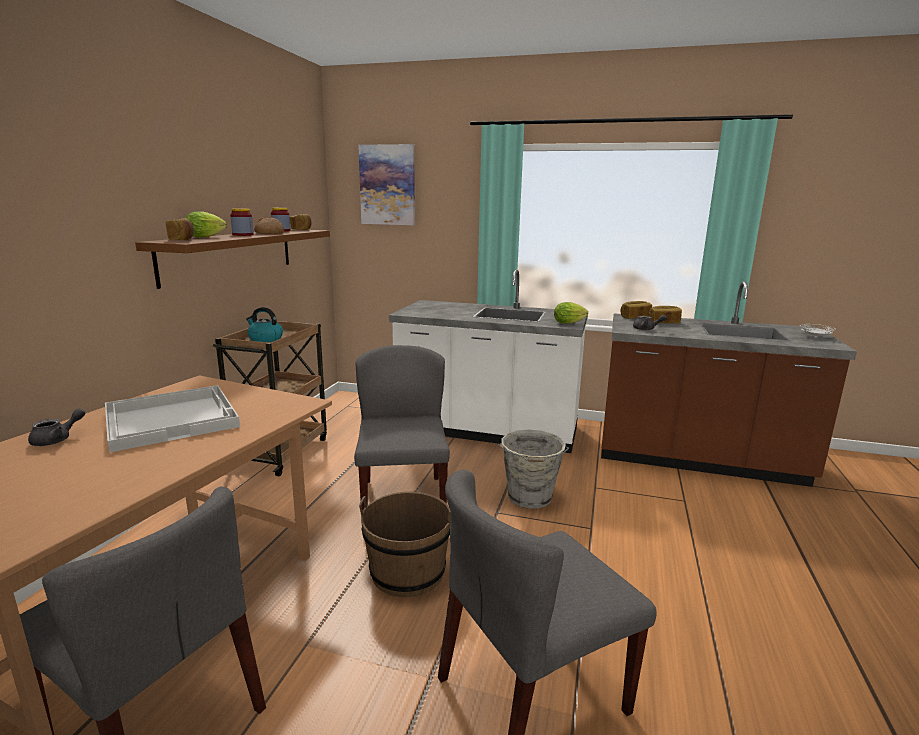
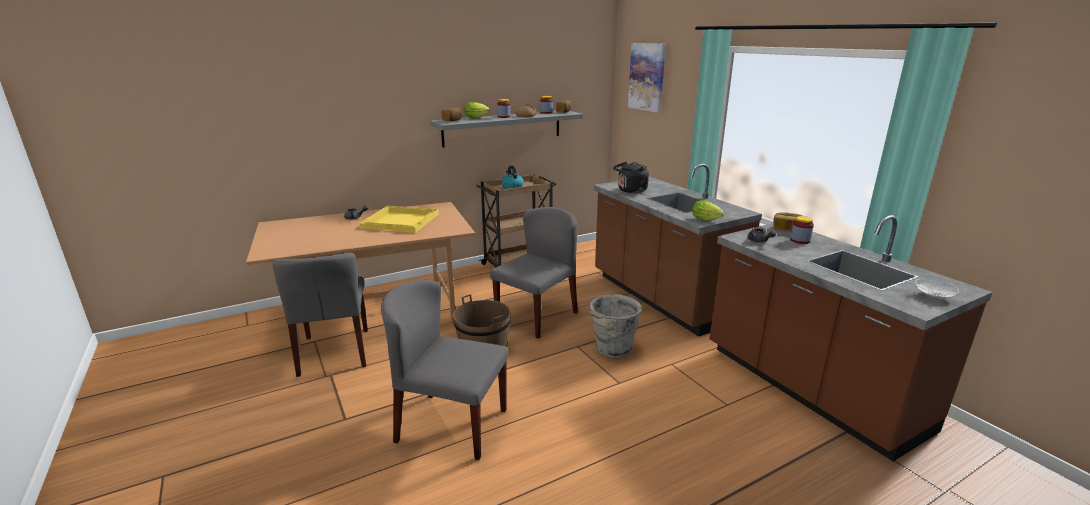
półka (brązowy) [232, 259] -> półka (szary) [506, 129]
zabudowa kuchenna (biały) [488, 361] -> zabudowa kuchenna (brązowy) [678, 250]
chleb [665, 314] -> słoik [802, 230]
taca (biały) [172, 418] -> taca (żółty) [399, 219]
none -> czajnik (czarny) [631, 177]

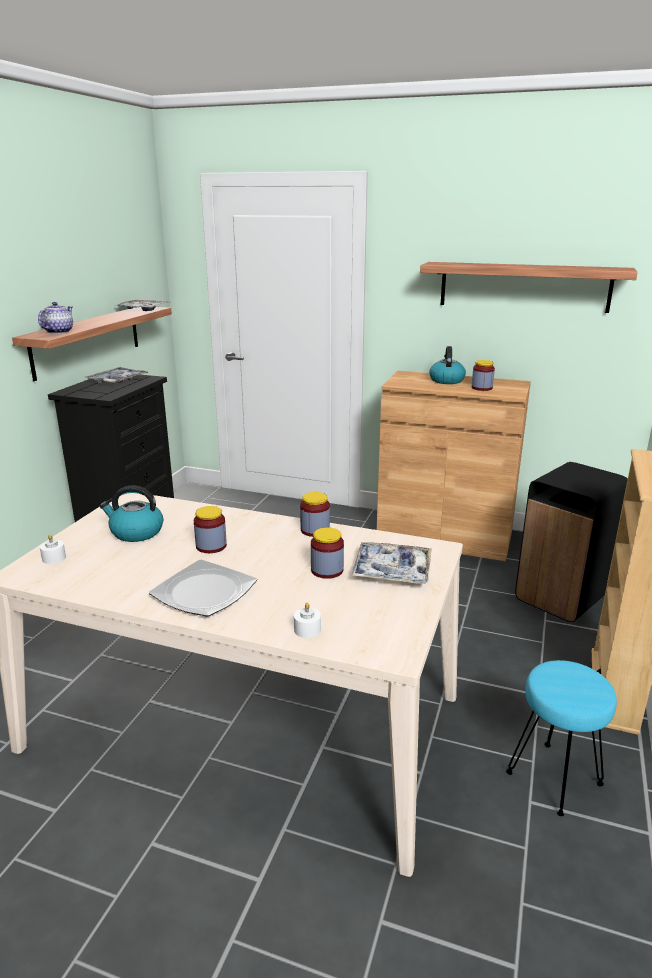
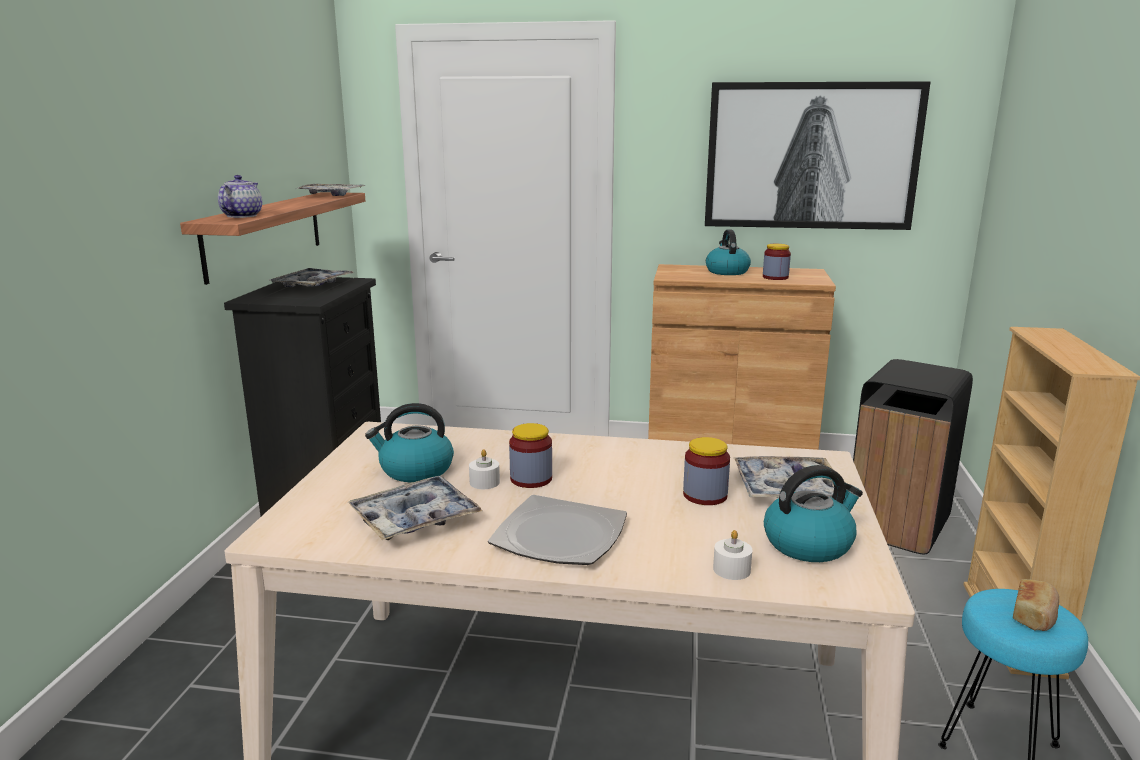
półka [529, 287] -> obraz [818, 155]
słoik [315, 514] -> none
świeca (biały) [53, 549] -> świeca (biały) [484, 469], shifted
none -> czajnik [813, 513]
none -> taca [415, 508]
none -> chleb [1036, 605]

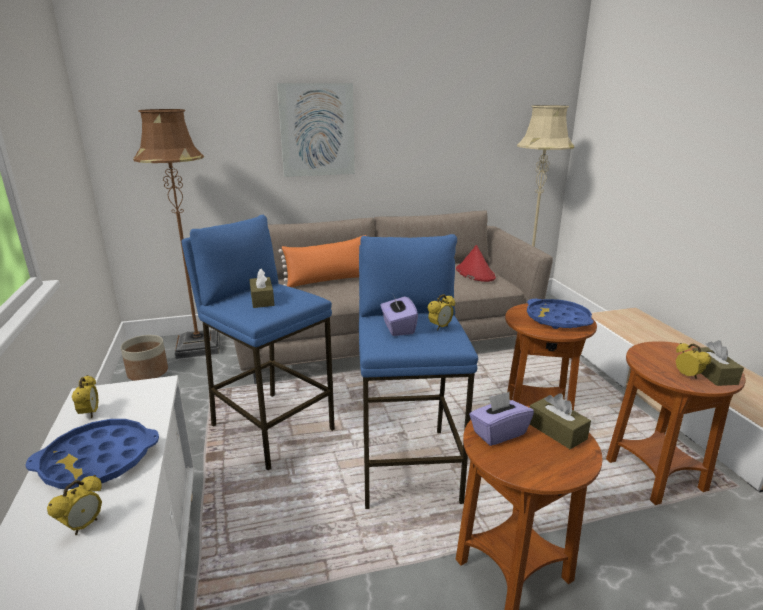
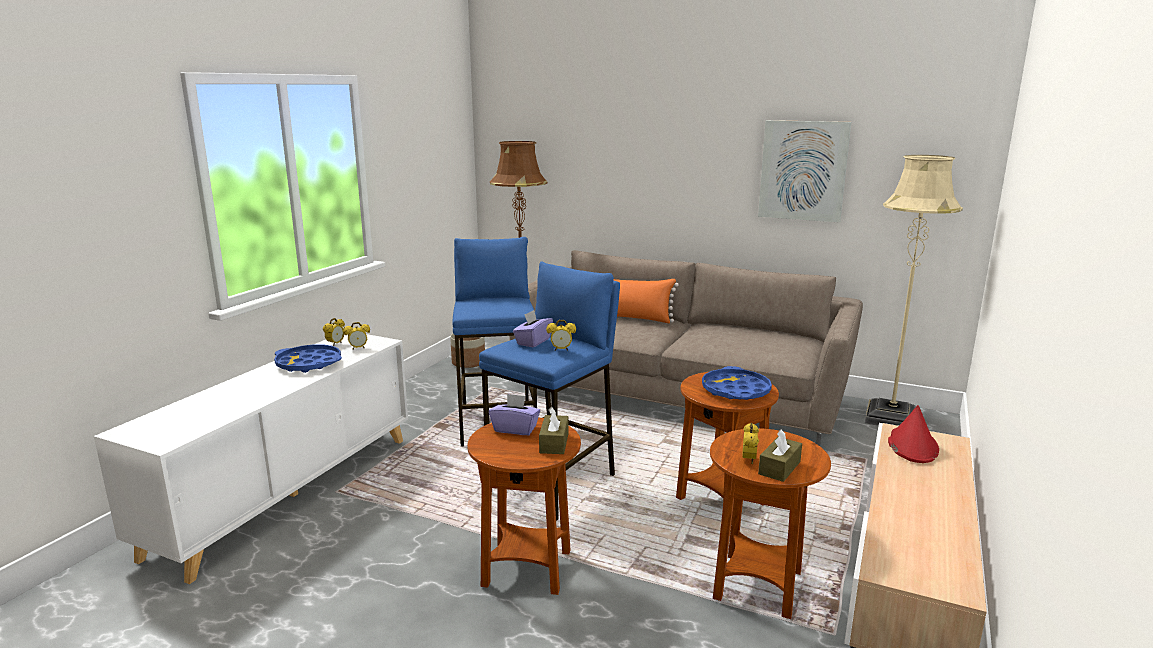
obraz [316, 130] -> obraz [804, 171], shifted
kapelusz (czerwony) [476, 263] -> kapelusz (czerwony) [913, 434], shifted
pudełko chusteczek (brązowy) [261, 288] -> none
budzik [74, 505] -> budzik [356, 336], shifted

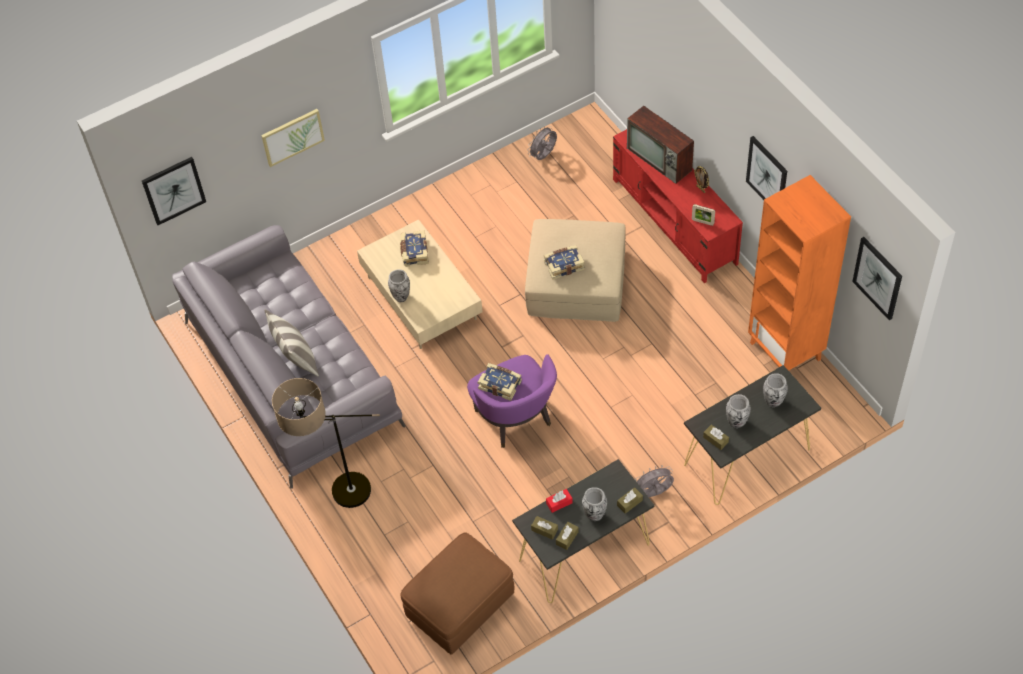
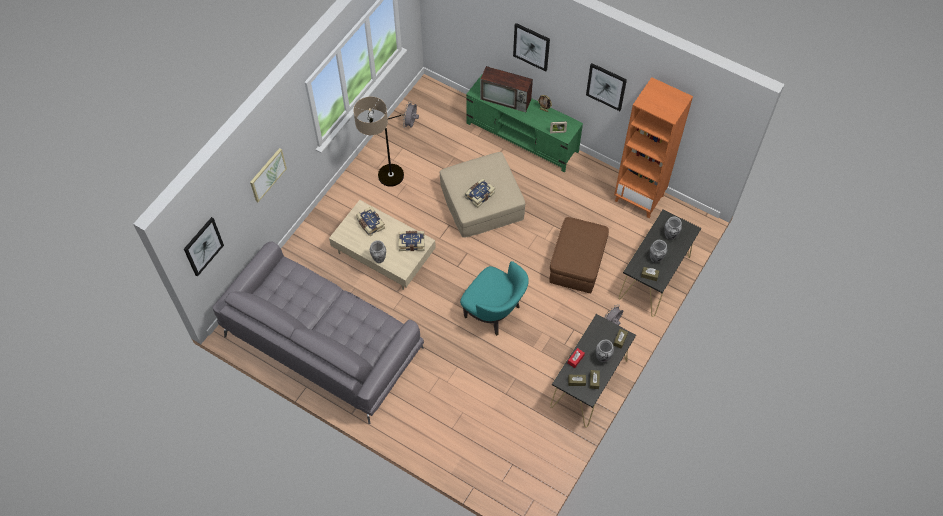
szafka pod telewizor (czerwony) [678, 206] -> szafka pod telewizor (zielony) [524, 123]
obraz [877, 278] -> obraz [531, 47], shifted
poduszka [291, 342] -> none
fotel (fioletowy) [512, 401] -> fotel (turkusowy) [494, 298]
książka [500, 382] -> książka [412, 241], shifted
lampa stojąca [326, 443] -> lampa stojąca [378, 141], shifted
pufa (brązowy) [457, 593] -> pufa (brązowy) [579, 255], shifted

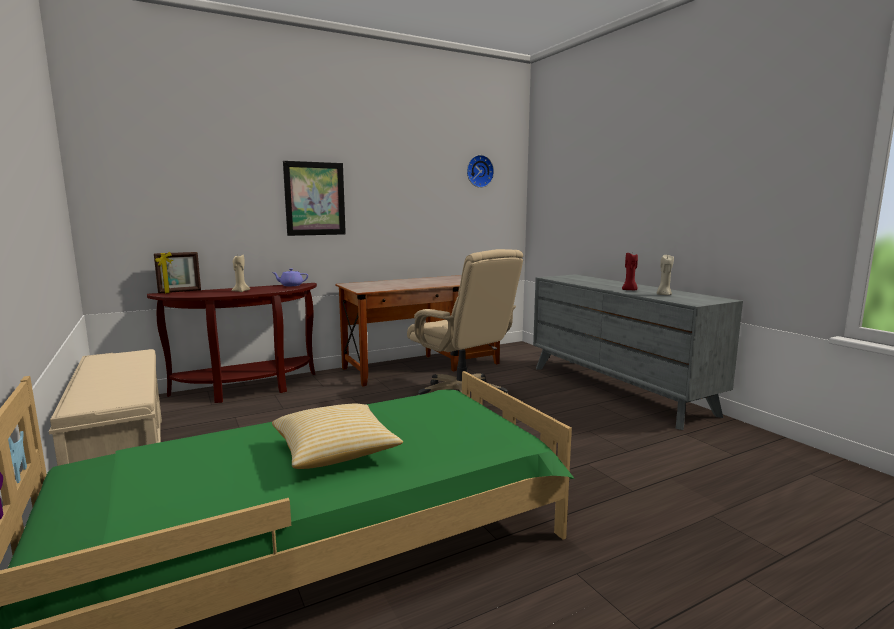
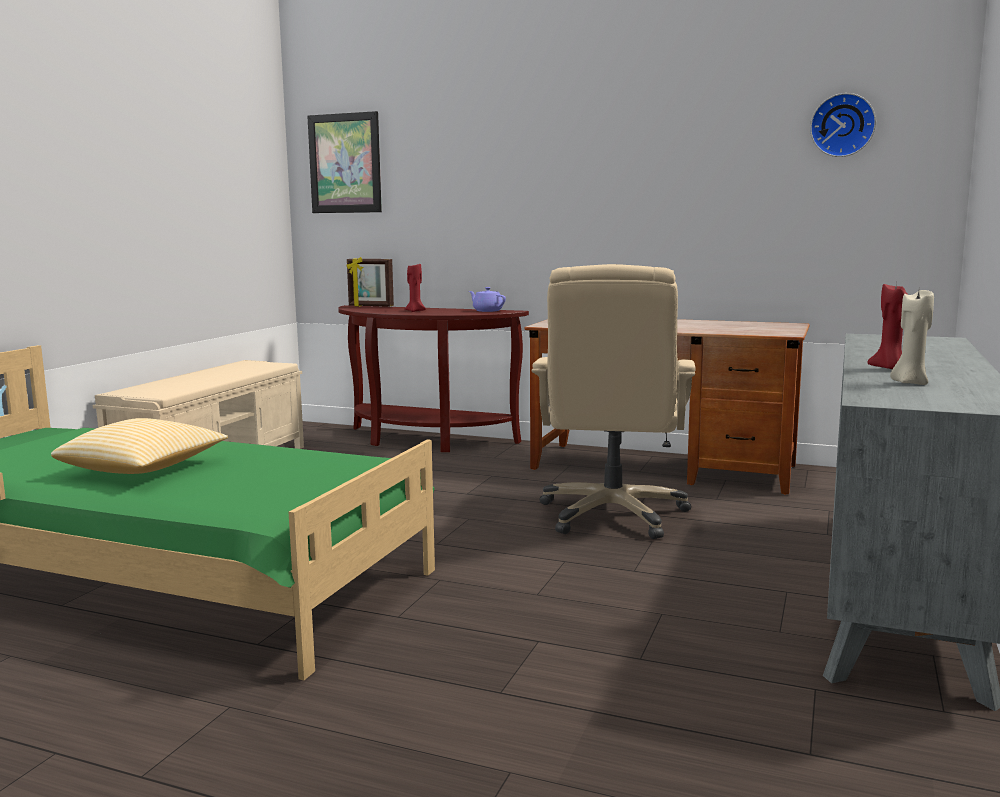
obraz [314, 198] -> obraz [344, 162], shifted
świeca (beżowy) [240, 273] -> świeca (czerwony) [415, 288]

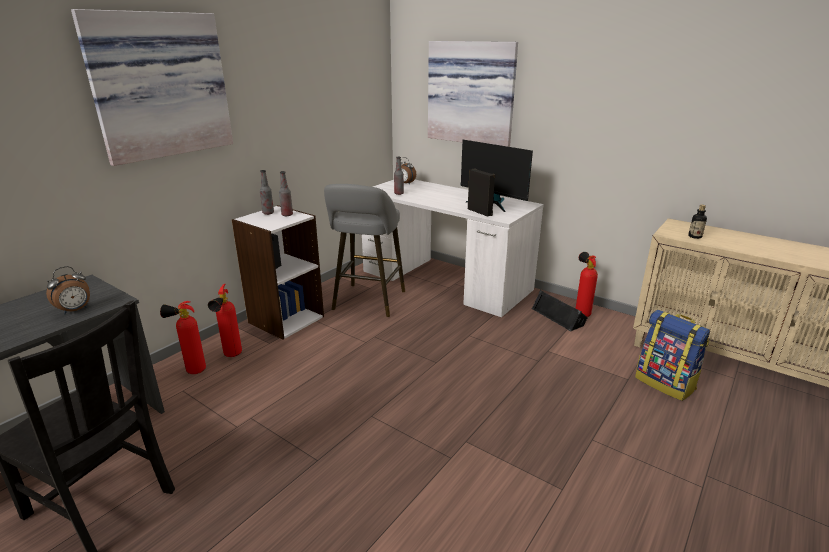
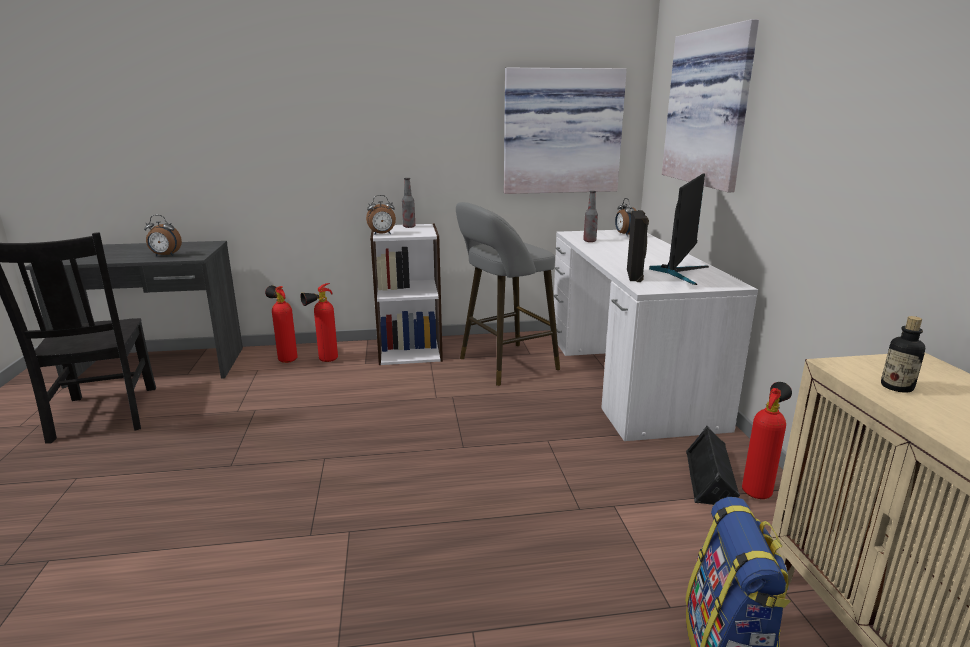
obraz [152, 87] -> obraz [565, 131], shifted
monitor [496, 176] -> monitor [679, 229], 150 degrees counterclockwise
butelka [286, 193] -> none
none -> budzik [381, 215]

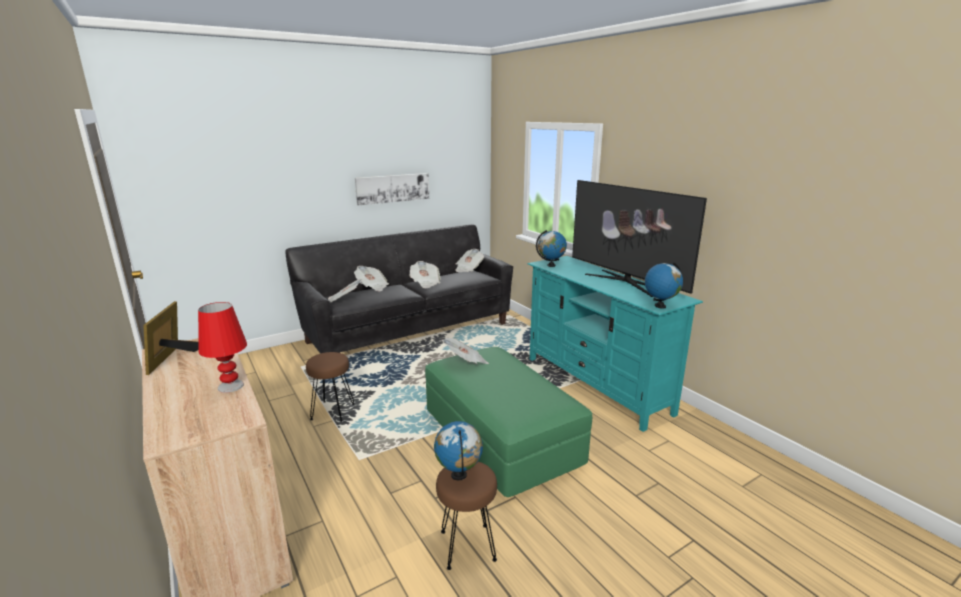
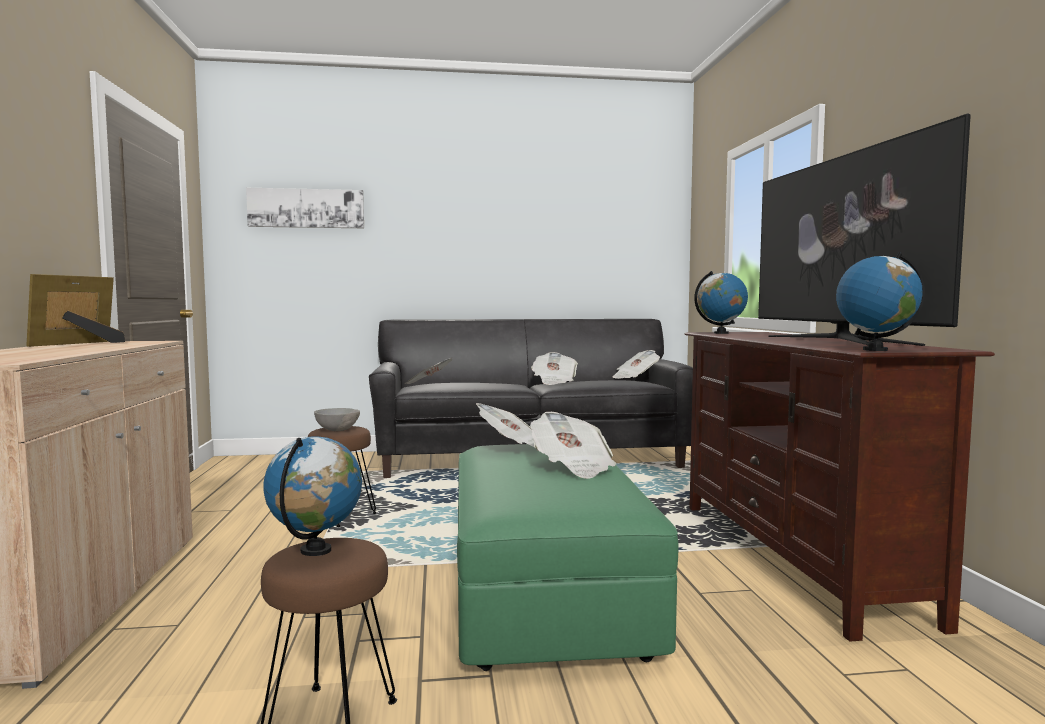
obraz [392, 189] -> obraz [305, 208], shifted
szafka pod telewizor (turkusowy) [615, 344] -> szafka pod telewizor (brązowy) [840, 487]
gazeta [371, 279] -> gazeta [573, 445], shifted
lampa stołowa (czerwony) [222, 347] -> none
none -> miska (szary) [337, 419]

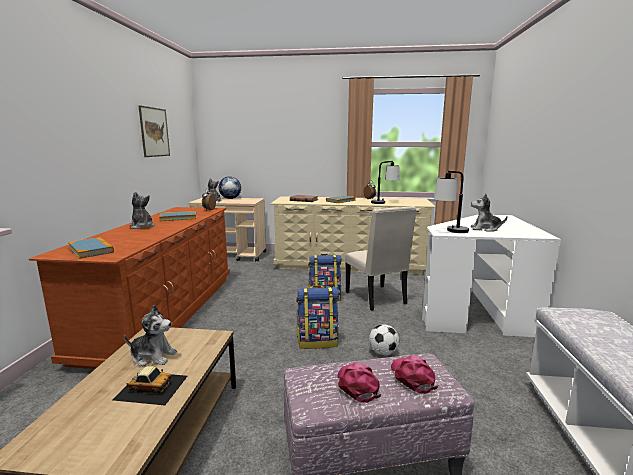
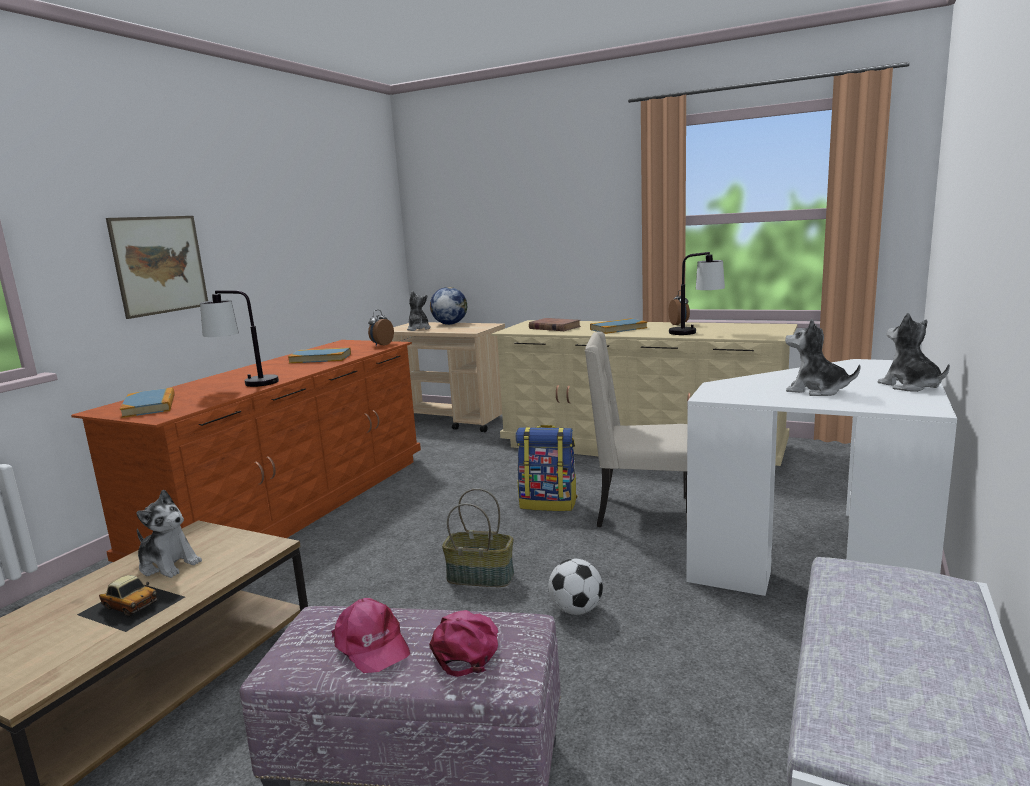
obraz [154, 131] -> obraz [157, 267], shifted
lampa stołowa [451, 202] -> lampa stołowa [239, 338], shifted
pluszak [142, 210] -> pluszak [914, 352], shifted
krzesło (beżowy) [381, 258] -> krzesło (beżowy) [636, 432], 105 degrees clockwise
plecak [317, 317] -> koszyk [478, 537]
czapka z daszkiem (różowy) [359, 382] -> czapka z daszkiem (różowy) [370, 635], 135 degrees clockwise

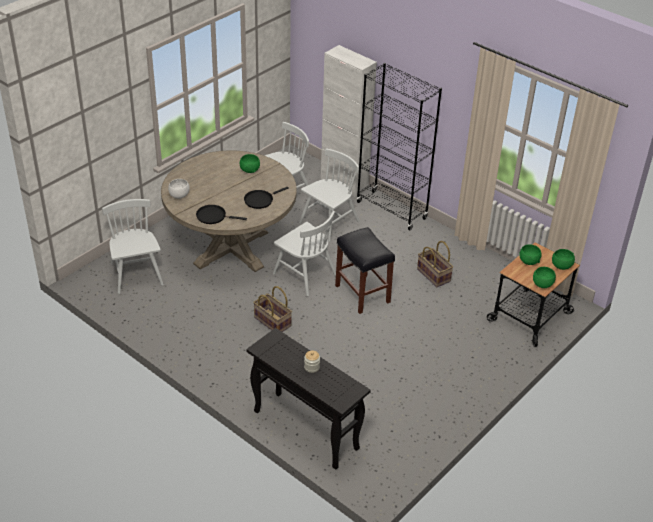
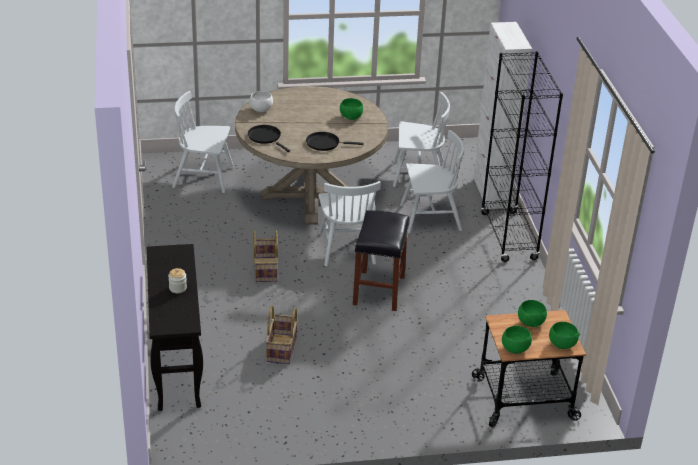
krzesło (biały) [133, 246] -> krzesło (biały) [203, 142], 105 degrees counterclockwise
koszyk [435, 264] -> koszyk [281, 334], shifted

